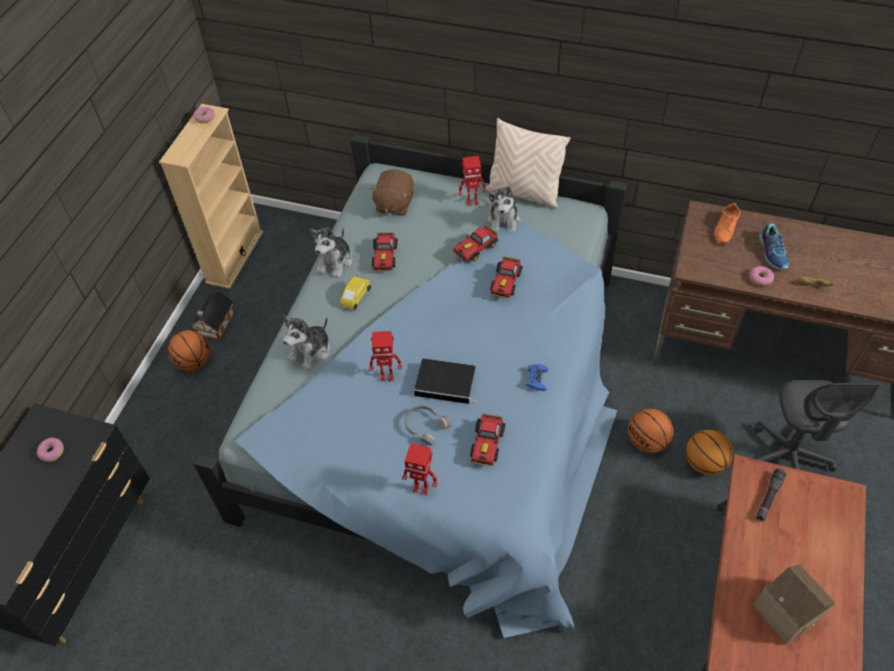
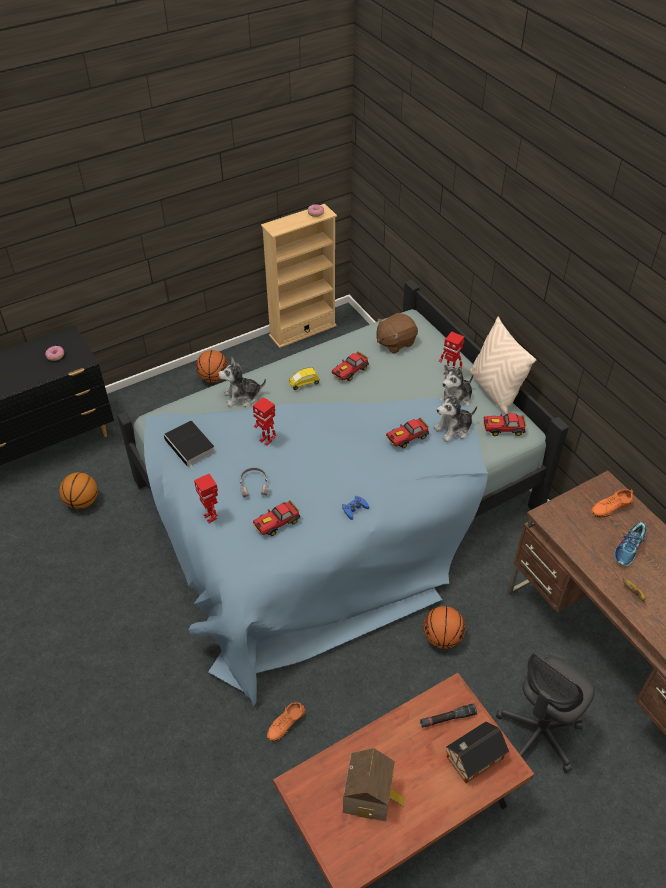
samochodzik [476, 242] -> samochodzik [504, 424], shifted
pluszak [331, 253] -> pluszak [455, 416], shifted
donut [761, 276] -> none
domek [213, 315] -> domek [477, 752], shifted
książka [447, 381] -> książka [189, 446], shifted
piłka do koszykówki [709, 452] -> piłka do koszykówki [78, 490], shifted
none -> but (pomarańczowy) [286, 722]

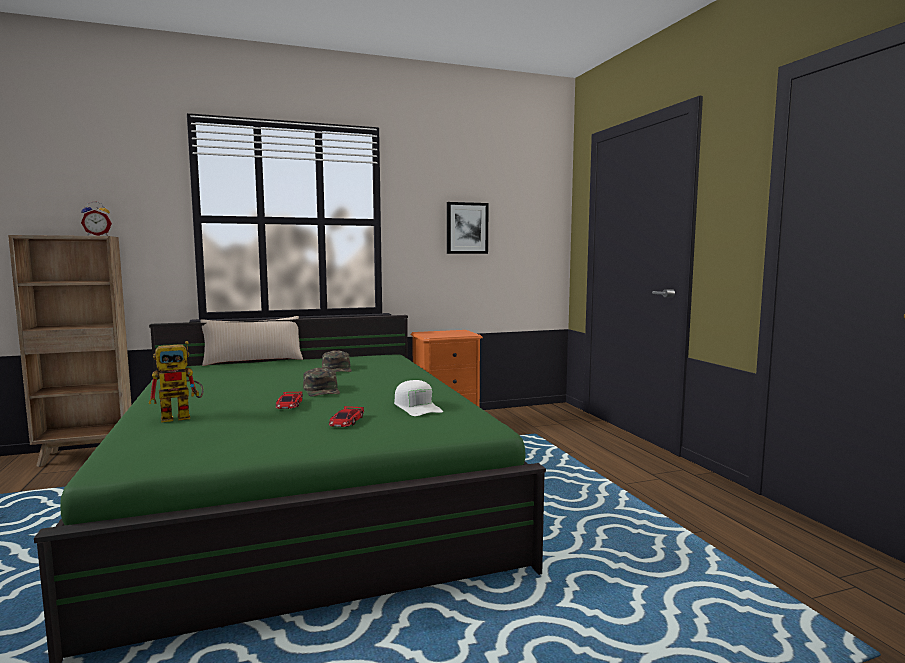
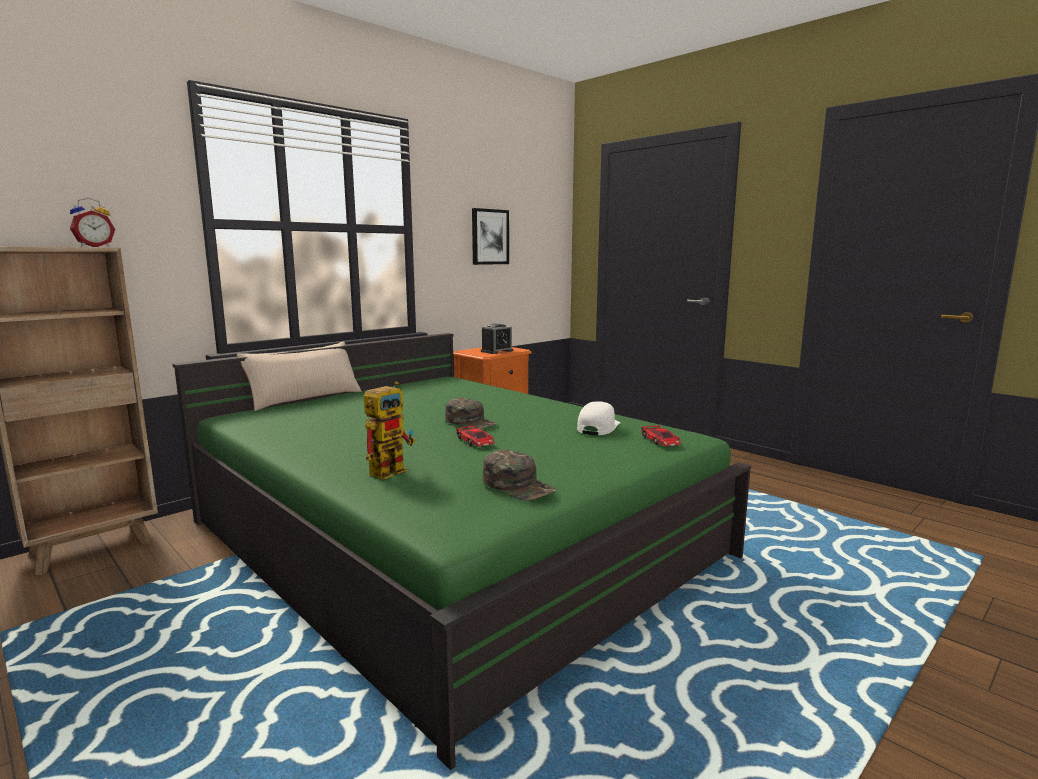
czapka z daszkiem (zielony) [337, 361] -> czapka z daszkiem (zielony) [520, 475], shifted
czapka z daszkiem (biały) [418, 398] -> czapka z daszkiem (biały) [598, 418], 105 degrees counterclockwise
samochodzik [346, 416] -> samochodzik [661, 435], shifted
none -> budzik [497, 338]

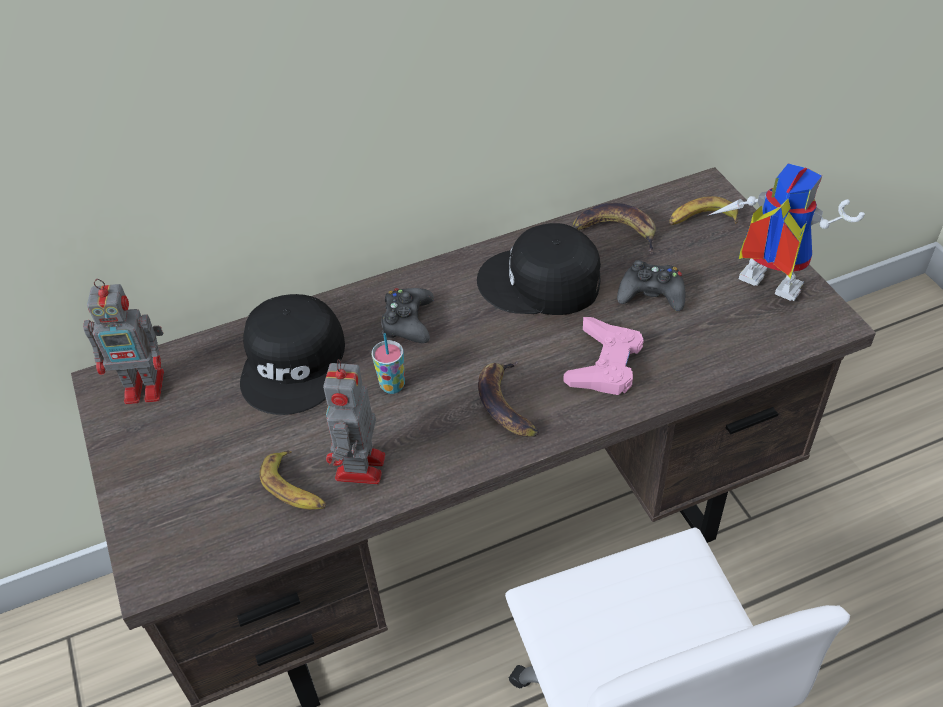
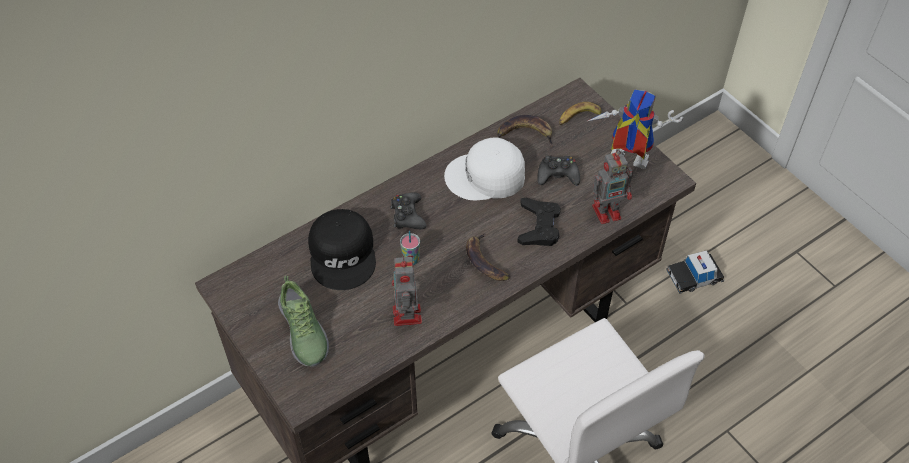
czapka z daszkiem (czarny) [539, 269] -> czapka z daszkiem (biały) [484, 169]
robot zabawkowy [123, 341] -> robot zabawkowy [612, 187], shifted
pad do gier (różowy) [603, 356] -> pad do gier (czarny) [539, 222]
banan [293, 480] -> none
none -> samochodzik [695, 272]
none -> but [303, 321]

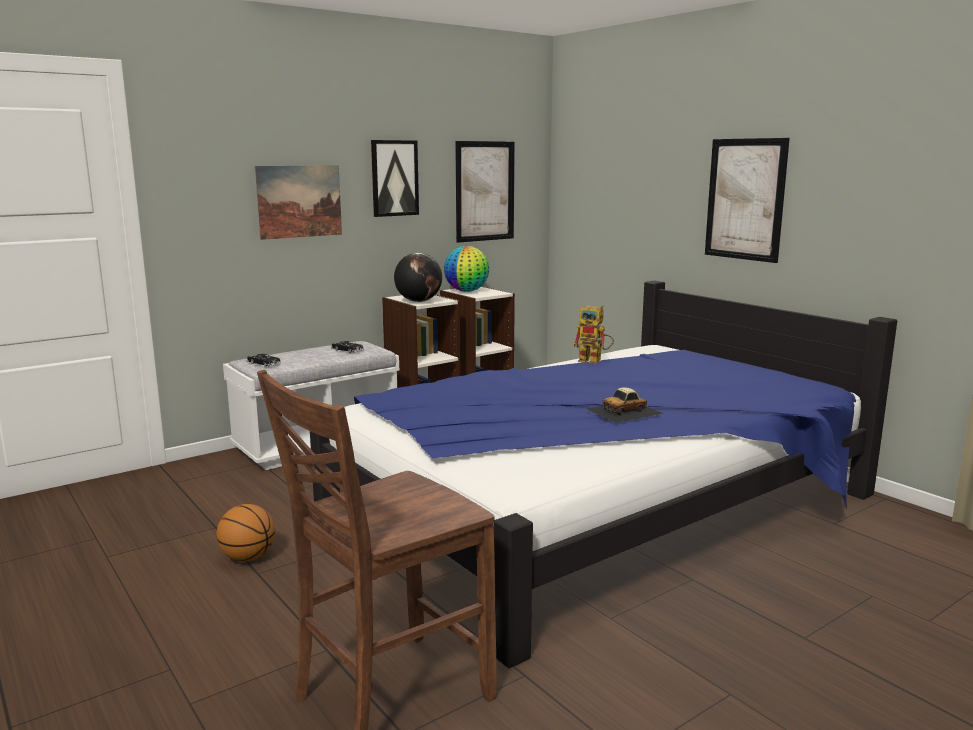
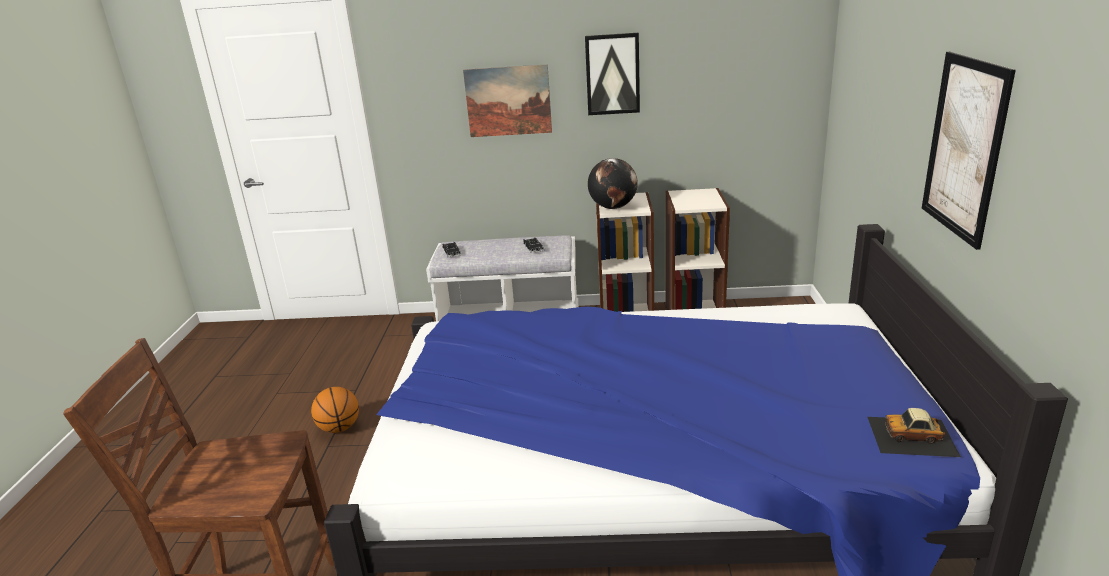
obraz [485, 192] -> none
globus [466, 269] -> none
robot zabawkowy [593, 334] -> none
samochodzik [625, 405] -> samochodzik [914, 432], shifted

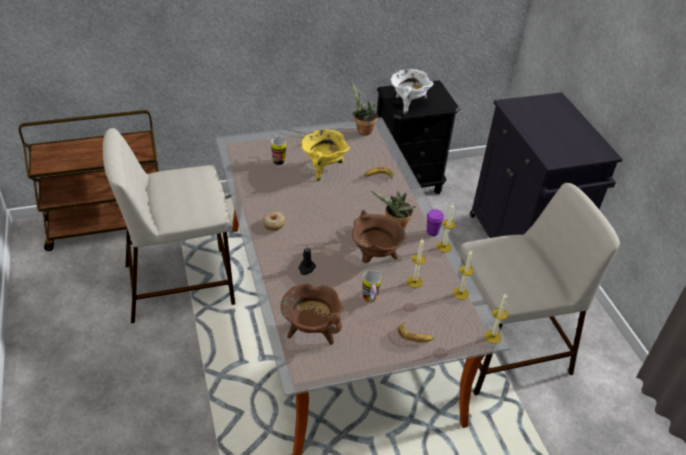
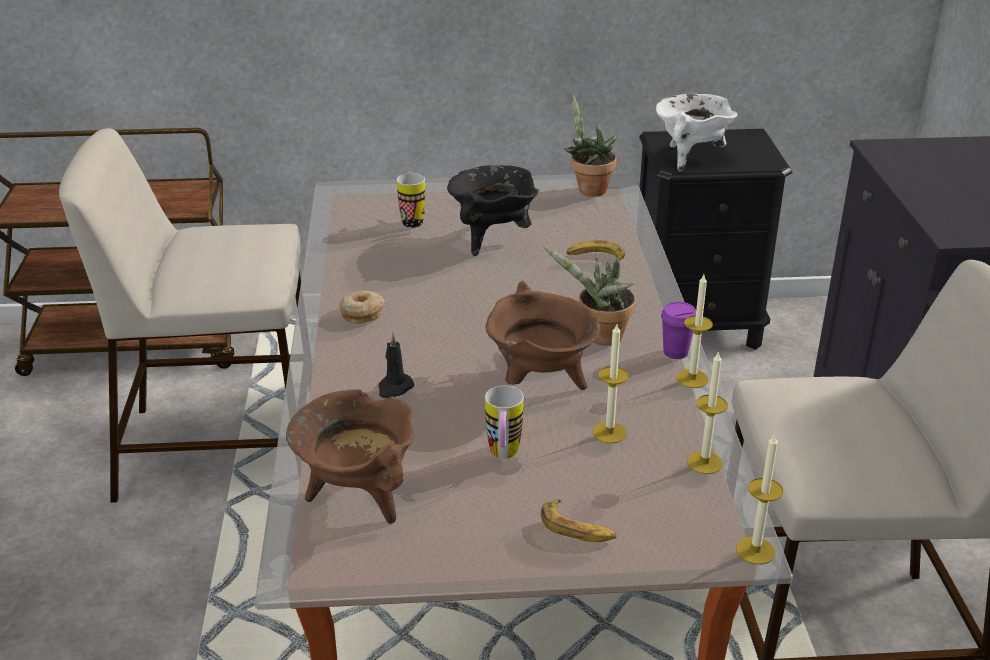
garnek (żółty) [325, 155] -> garnek (czarny) [493, 210]

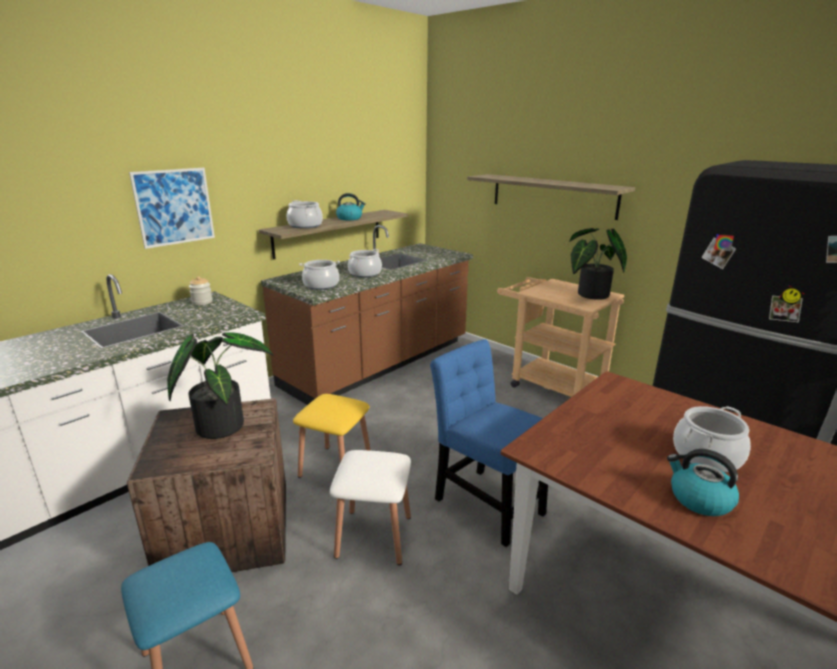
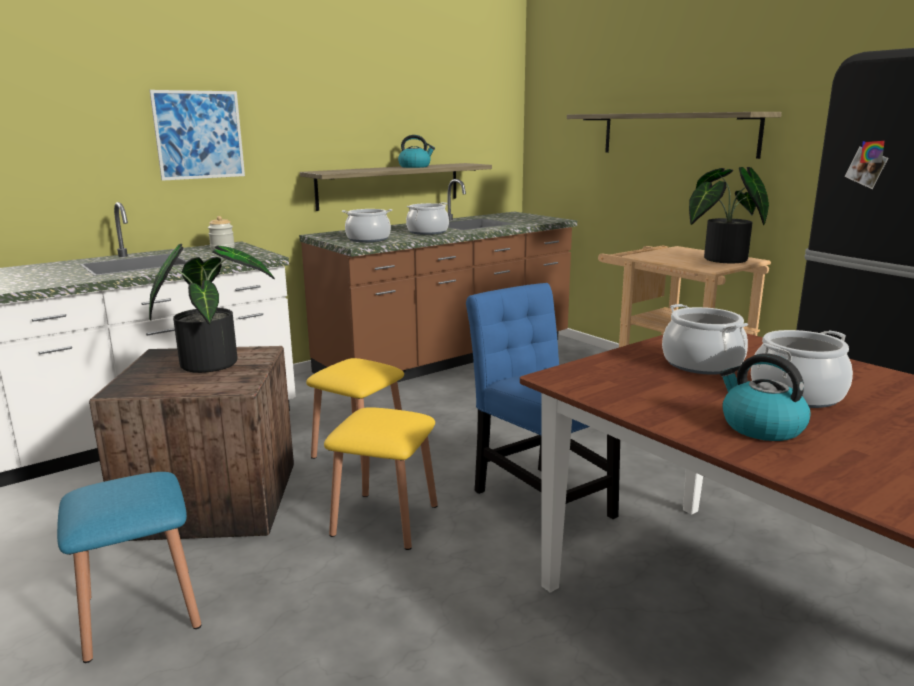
garnek [305, 214] -> garnek [705, 339], shifted
stołek (biały) [370, 507] -> stołek (żółty) [381, 478]

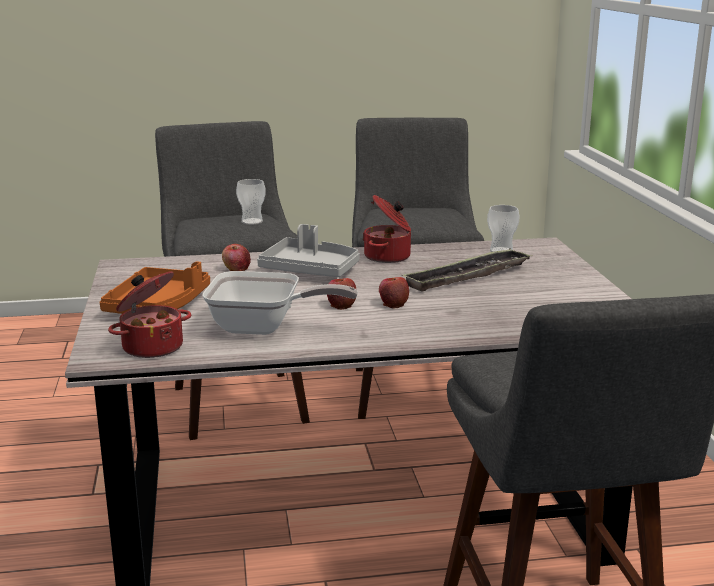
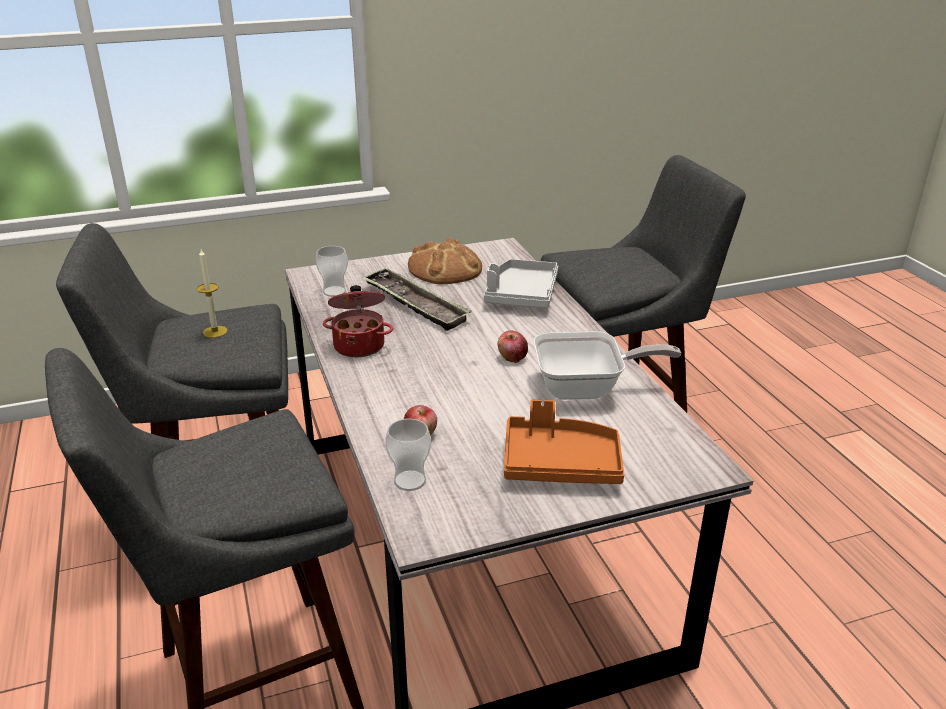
filiżanka [251, 202] -> filiżanka [408, 455], shifted
taca (szary) [308, 250] -> taca (szary) [521, 283], shifted
garnek [149, 314] -> none
patelnia [280, 303] -> patelnia [607, 365], 90 degrees clockwise
jabłko [394, 293] -> none
none -> chleb [445, 261]
none -> świeca [212, 293]

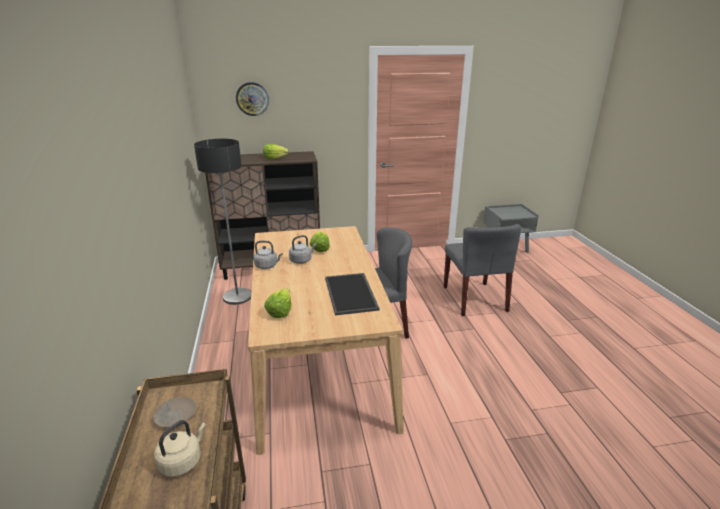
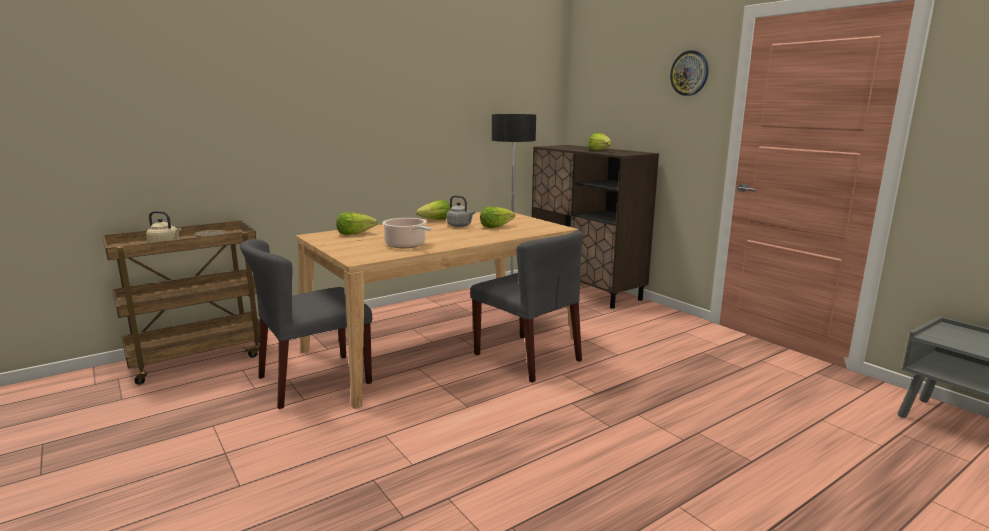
zegar ścienny [252, 99] -> zegar ścienny [689, 73], shifted
krzesło (szary) [482, 270] -> krzesło (szary) [306, 324], shifted
czajnik (szary) [268, 255] -> sałata [433, 210]
taca [352, 294] -> garnek [407, 233]

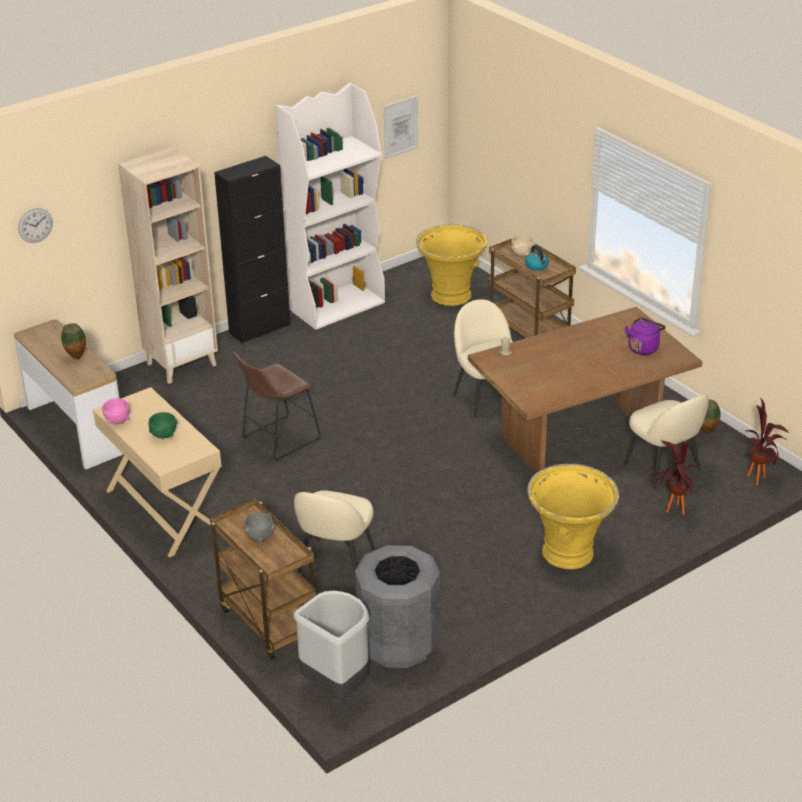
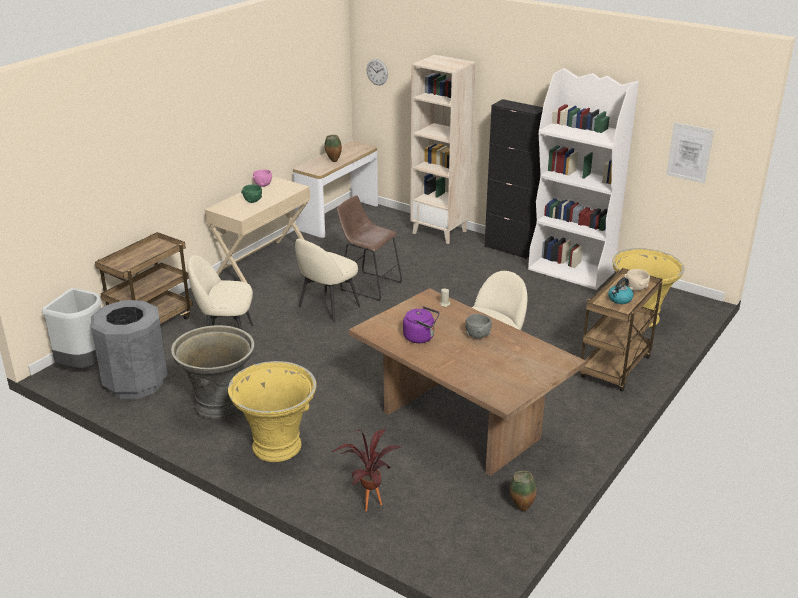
czajnik (fioletowy) [645, 336] -> czajnik (fioletowy) [421, 324], shifted
krzesło (beżowy) [666, 442] -> krzesło (beżowy) [327, 280], shifted
roślina doniczkowa [767, 441] -> none
miska (szary) [259, 527] -> miska (szary) [478, 326], shifted
none -> donica (szary) [212, 372]

